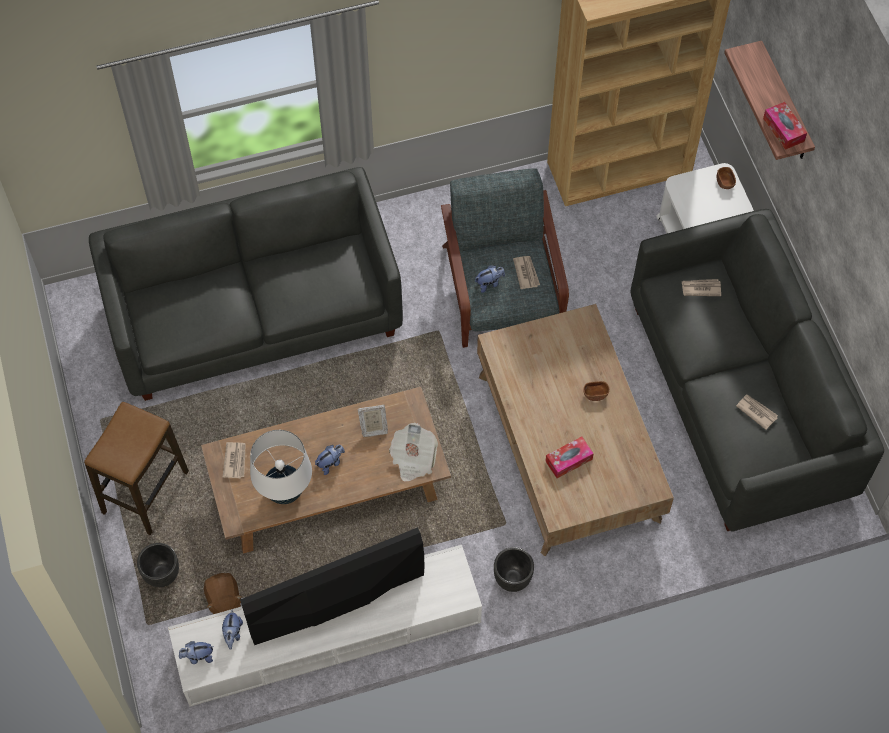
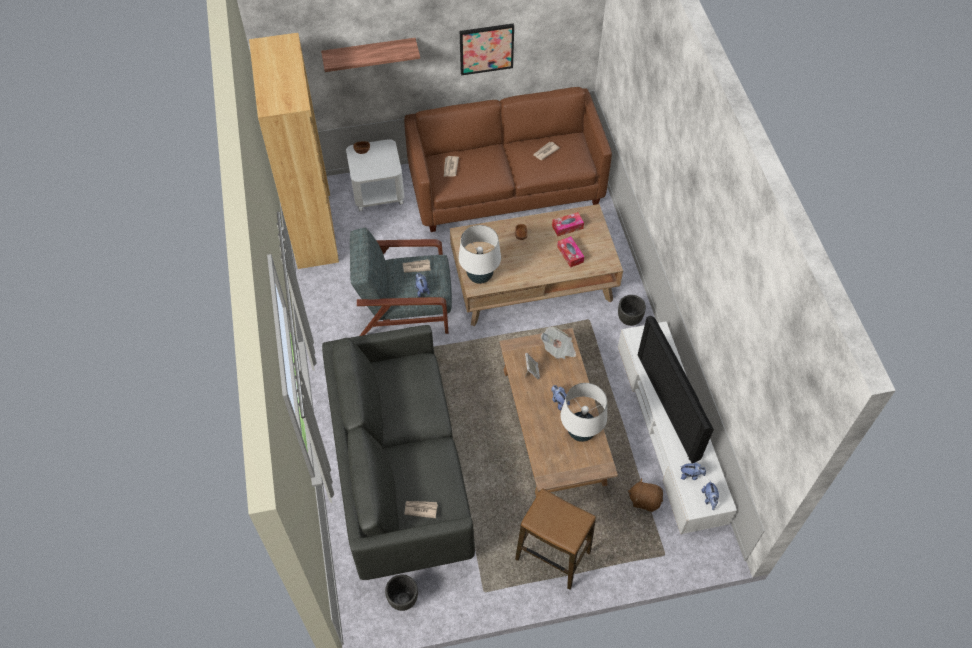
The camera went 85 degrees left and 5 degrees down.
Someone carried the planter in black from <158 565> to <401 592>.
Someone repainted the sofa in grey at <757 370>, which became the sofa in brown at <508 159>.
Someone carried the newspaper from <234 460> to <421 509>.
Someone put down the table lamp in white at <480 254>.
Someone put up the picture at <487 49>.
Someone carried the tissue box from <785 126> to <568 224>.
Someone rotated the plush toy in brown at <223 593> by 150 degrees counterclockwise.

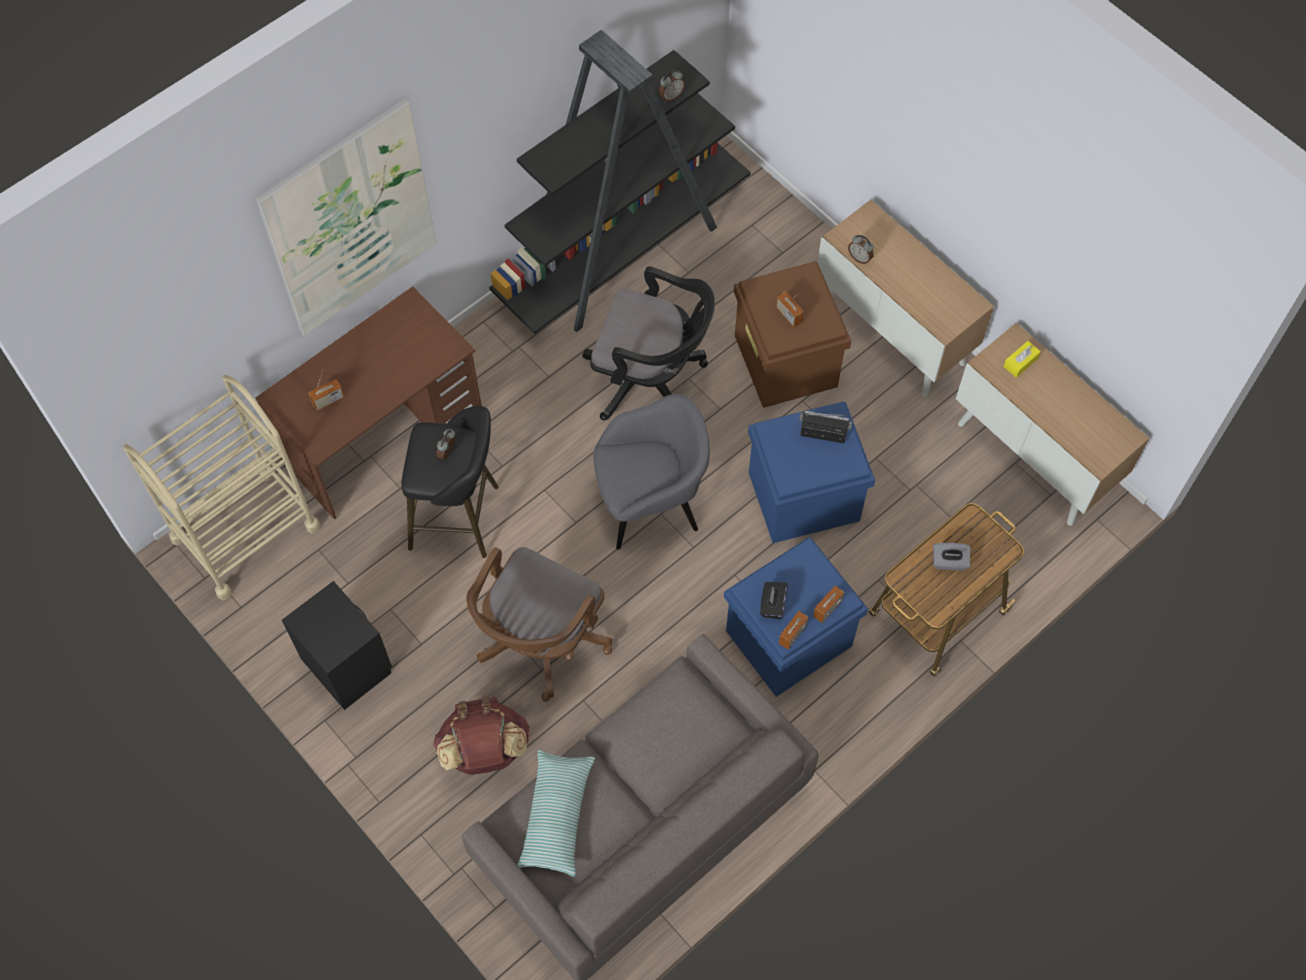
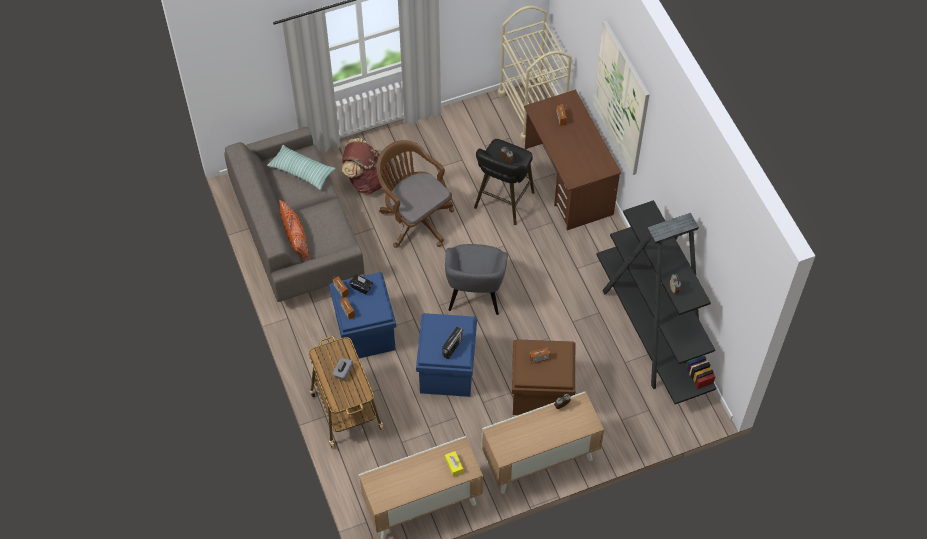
The camera went 110 degrees right and 5 degrees down.
Someone put down the pillow in orange at <294 230>.
Someone took away the nightstand in black at <337 645>.
Someone took away the office chair in black at <648 343>.

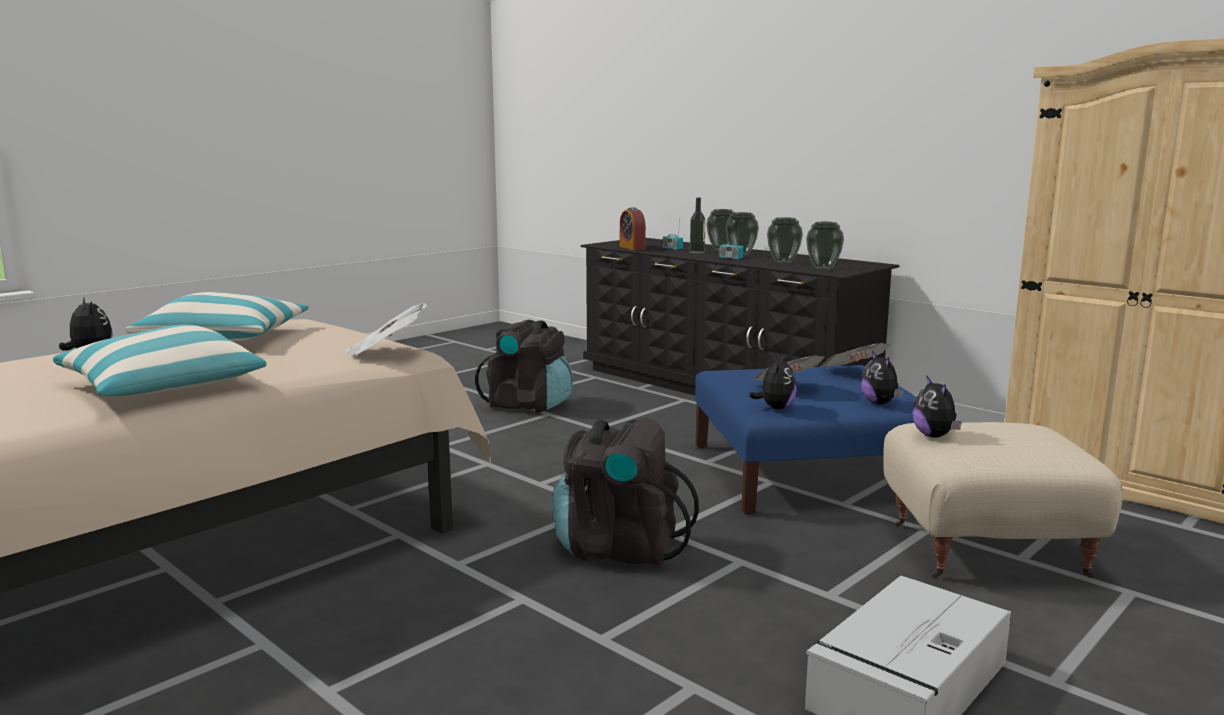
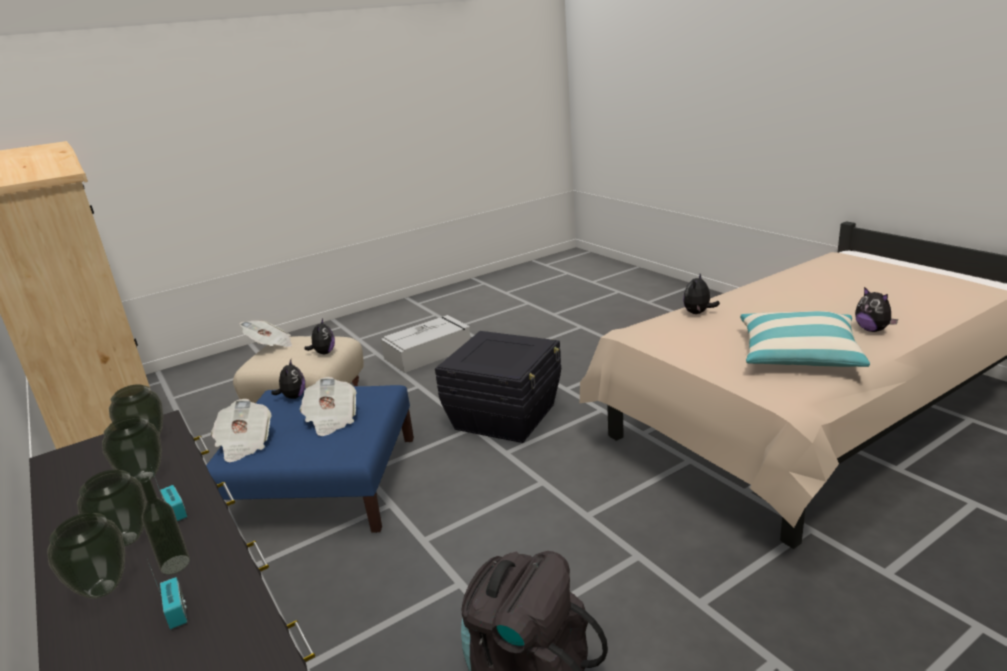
The camera went 165 degrees left and 10 degrees up.
Someone carried the newspaper from <385 329> to <266 333>.
Someone swapped the backpack in black at <625 491> for the storage box in black at <498 387>.
Someone carried the plush toy from <773 382> to <701 294>.
Someone took away the pillow at <160 360>.
Someone took away the alarm clock at <633 228>.

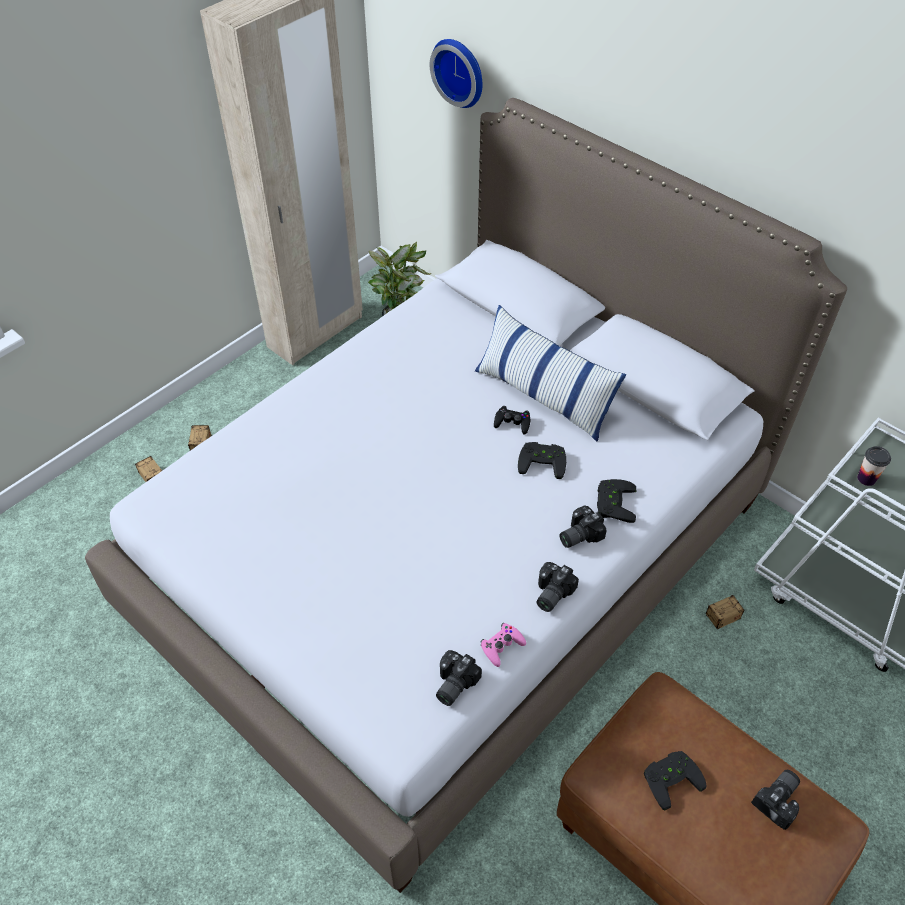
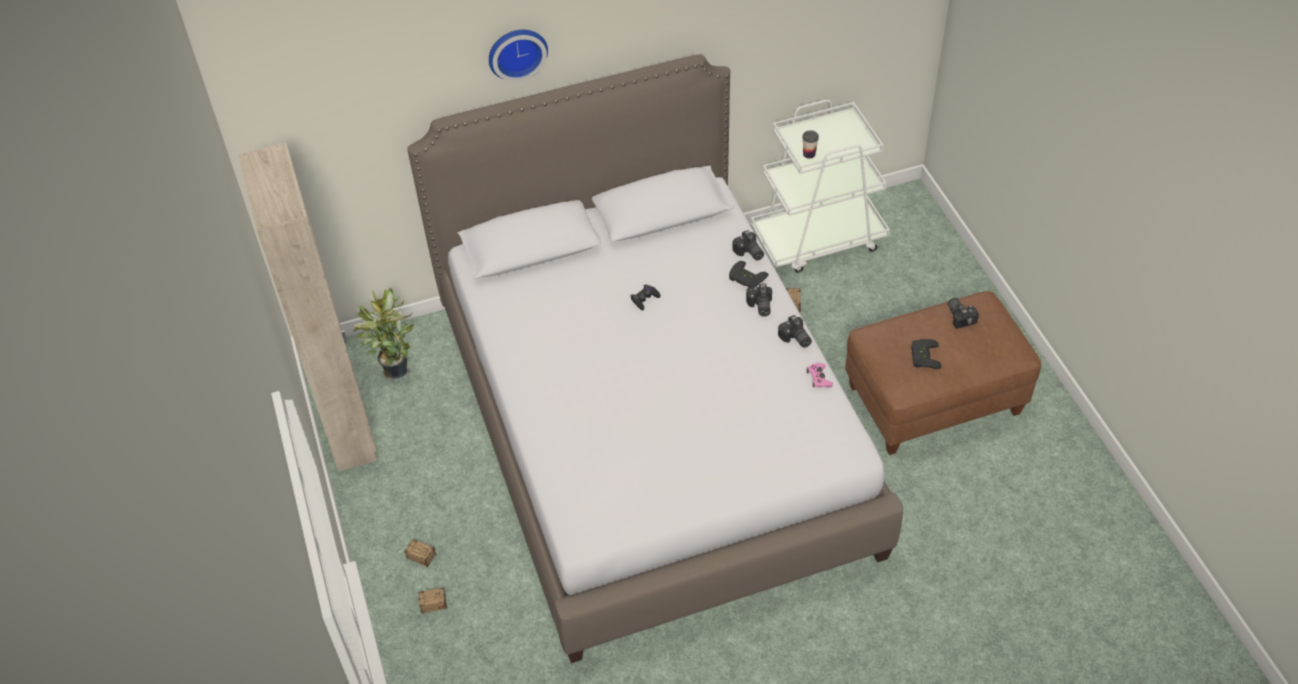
The camera went 60 degrees left and 0 degrees up.
Someone carried the wall clock from <456 73> to <518 55>.
Someone carried the photo camera from <459 678> to <748 245>.
Someone took away the pillow at <550 373>.
Someone took away the game controller in black at <542 460>.

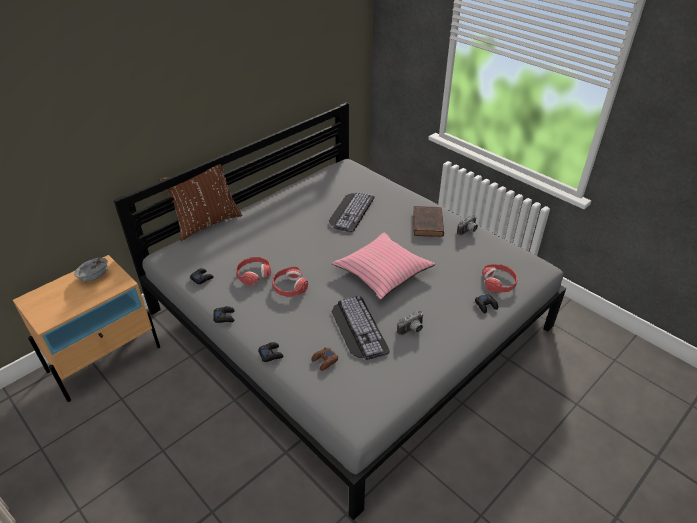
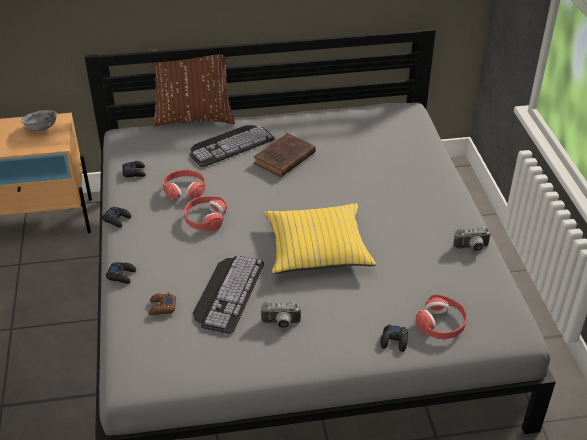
The camera went 35 degrees right and 0 degrees up.
Someone carried the keyboard from <351 212> to <232 146>.
Someone carried the book in brown from <428 221> to <285 155>.
Someone repainted the pillow in pink at <383 266>, which became the pillow in yellow at <320 238>.

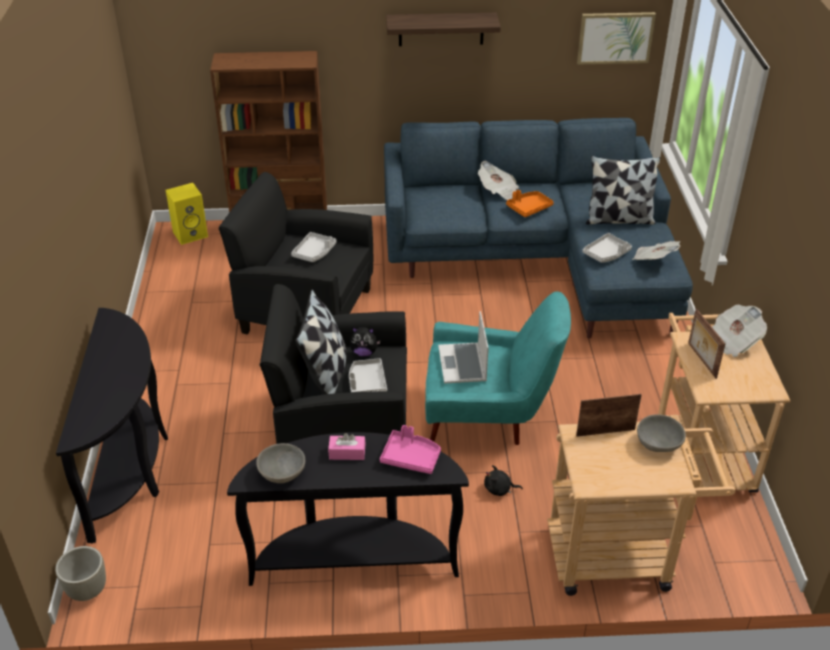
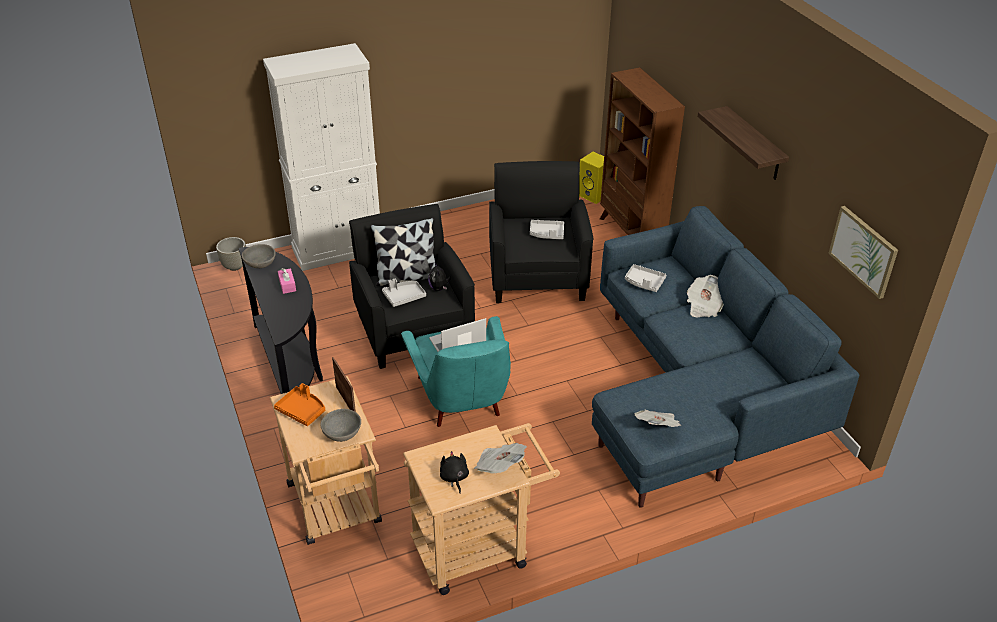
The camera went 70 degrees right and 0 degrees up.
Someone swapped the console table in black at <112 425> for the cabinet in white at <321 157>.
Someone carried the tray in orange from <530 203> to <299 404>.
Someone carried the plush toy in black from <503 480> to <454 472>.
Someone carried the tray in grey from <607 248> to <645 278>.
Someone took away the tray in pink at <410 449>.
Someone took away the pillow at <623 190>.
Someone took away the picture frame at <706 344>.

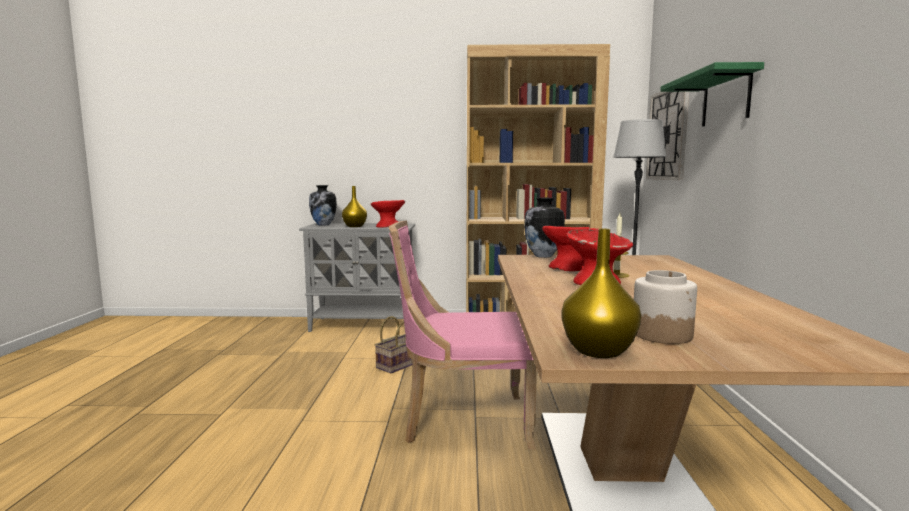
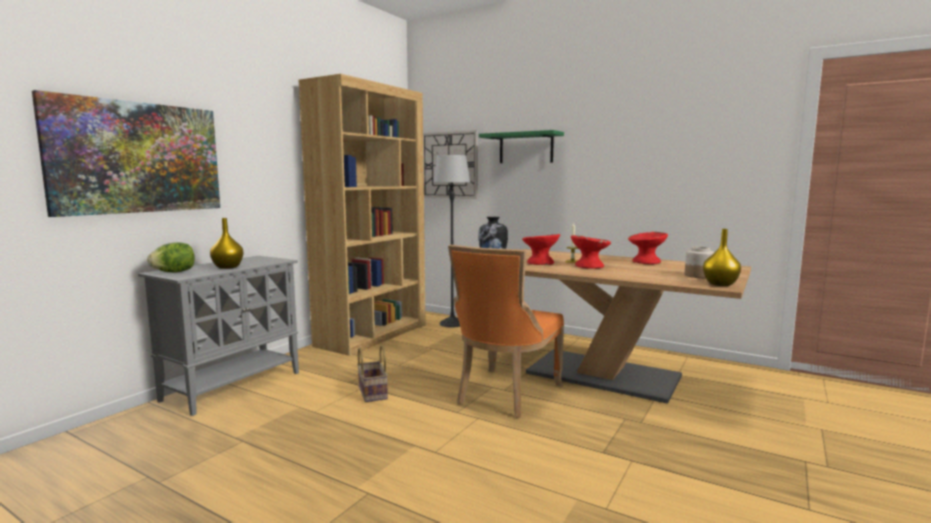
The camera went 60 degrees left and 0 degrees up.
Someone put up the picture at <126 153>.
Someone swapped the vase at <323 205> for the lettuce at <171 257>.
Someone repainted the chair in pink at <463 334>, which became the chair in orange at <506 331>.
Someone carried the bowl in red from <388 214> to <648 248>.

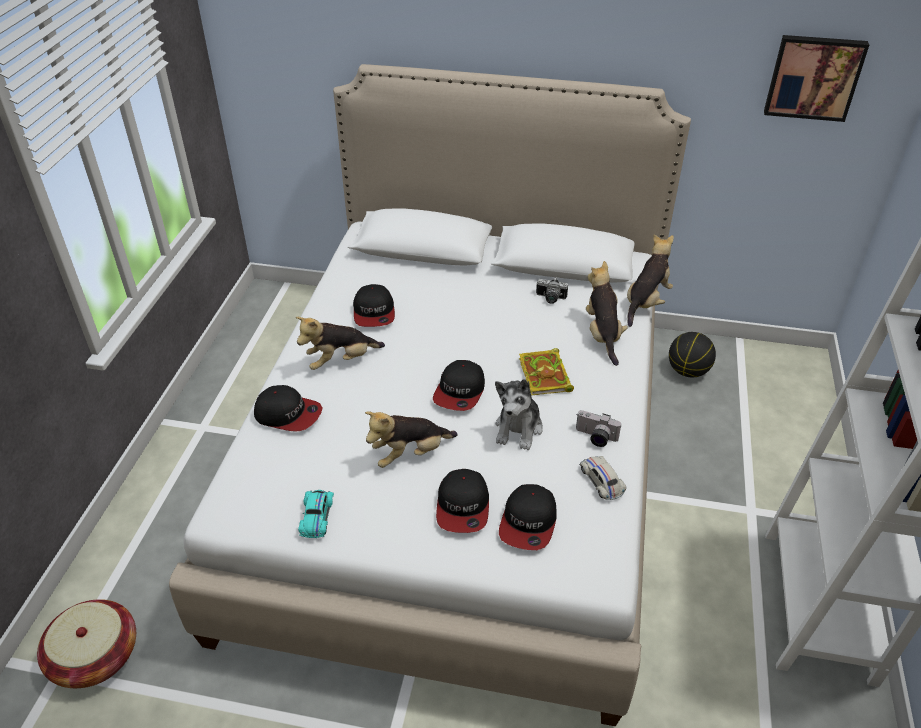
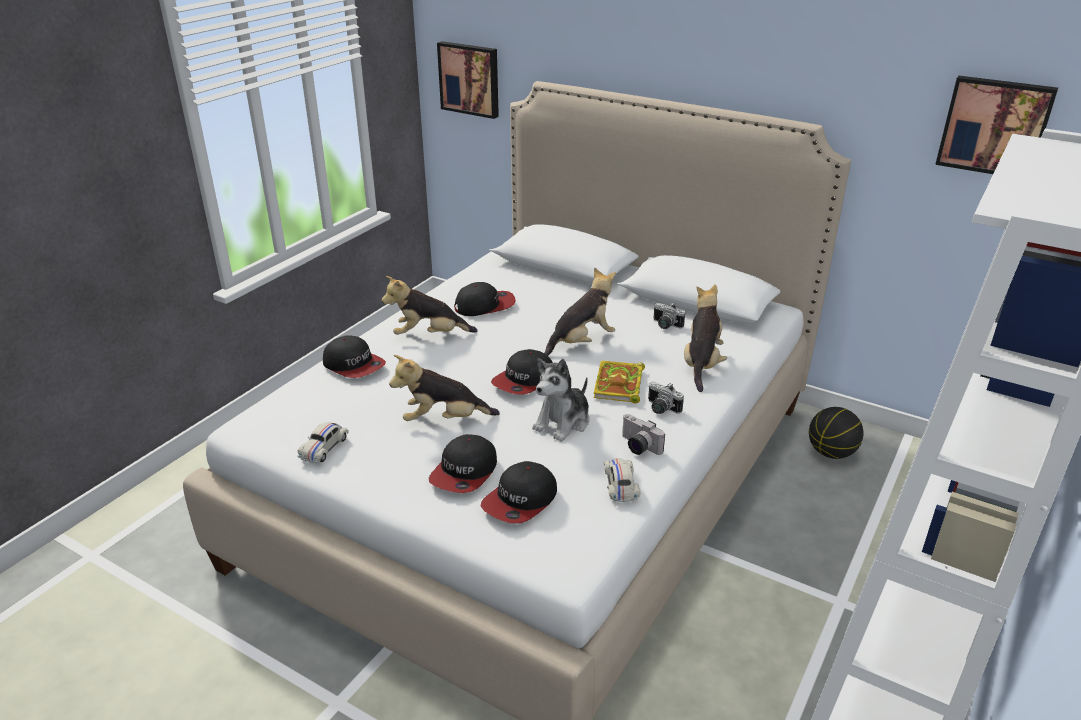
The camera went 20 degrees right and 10 degrees down.
Someone repainted the toy car in turquoise at <316 514>, which became the toy car in white at <323 443>.
Someone put up the picture at <468 80>.
Someone rotated the cap at <374 305> by 120 degrees counterclockwise.
Someone carried the plush toy from <650 281> to <580 311>.
Someone put down the photo camera at <666 398>.
Someone took away the basket at <86 643>.

